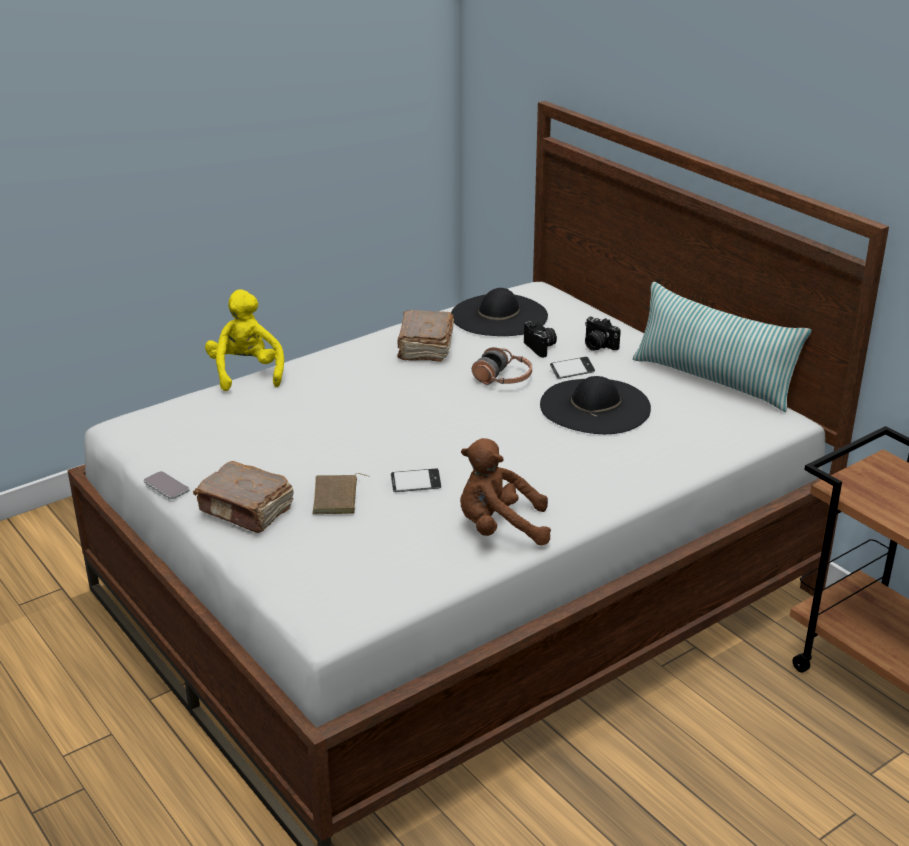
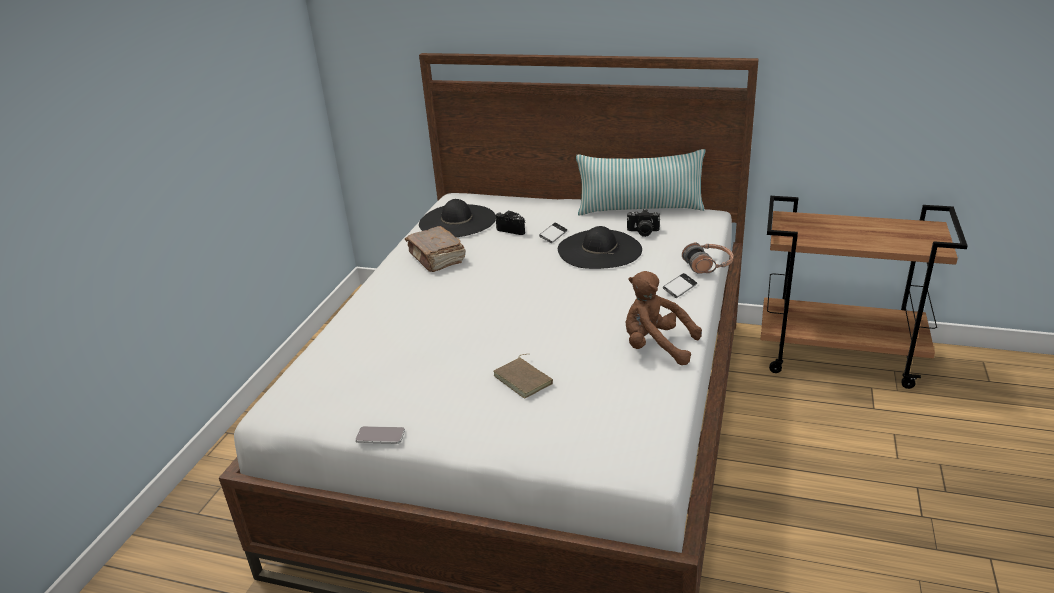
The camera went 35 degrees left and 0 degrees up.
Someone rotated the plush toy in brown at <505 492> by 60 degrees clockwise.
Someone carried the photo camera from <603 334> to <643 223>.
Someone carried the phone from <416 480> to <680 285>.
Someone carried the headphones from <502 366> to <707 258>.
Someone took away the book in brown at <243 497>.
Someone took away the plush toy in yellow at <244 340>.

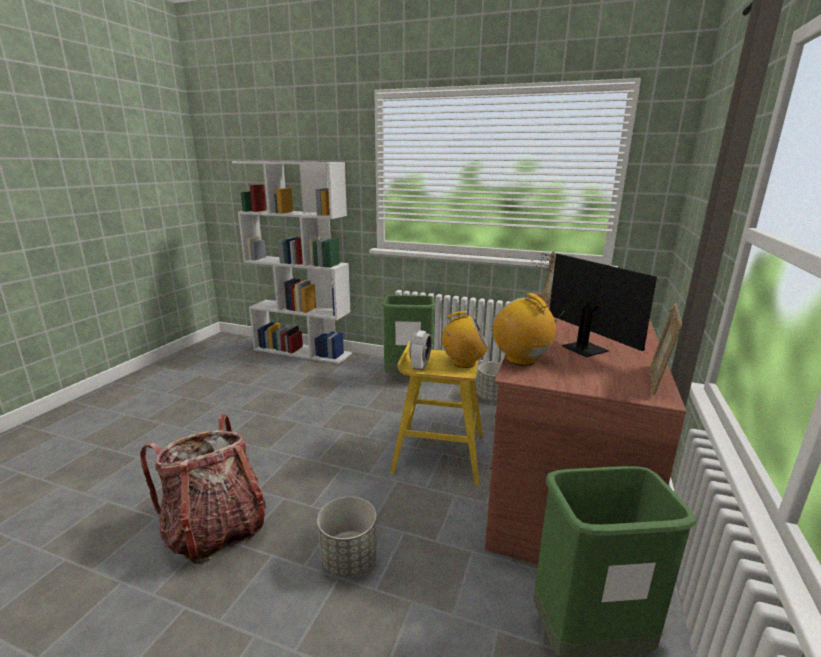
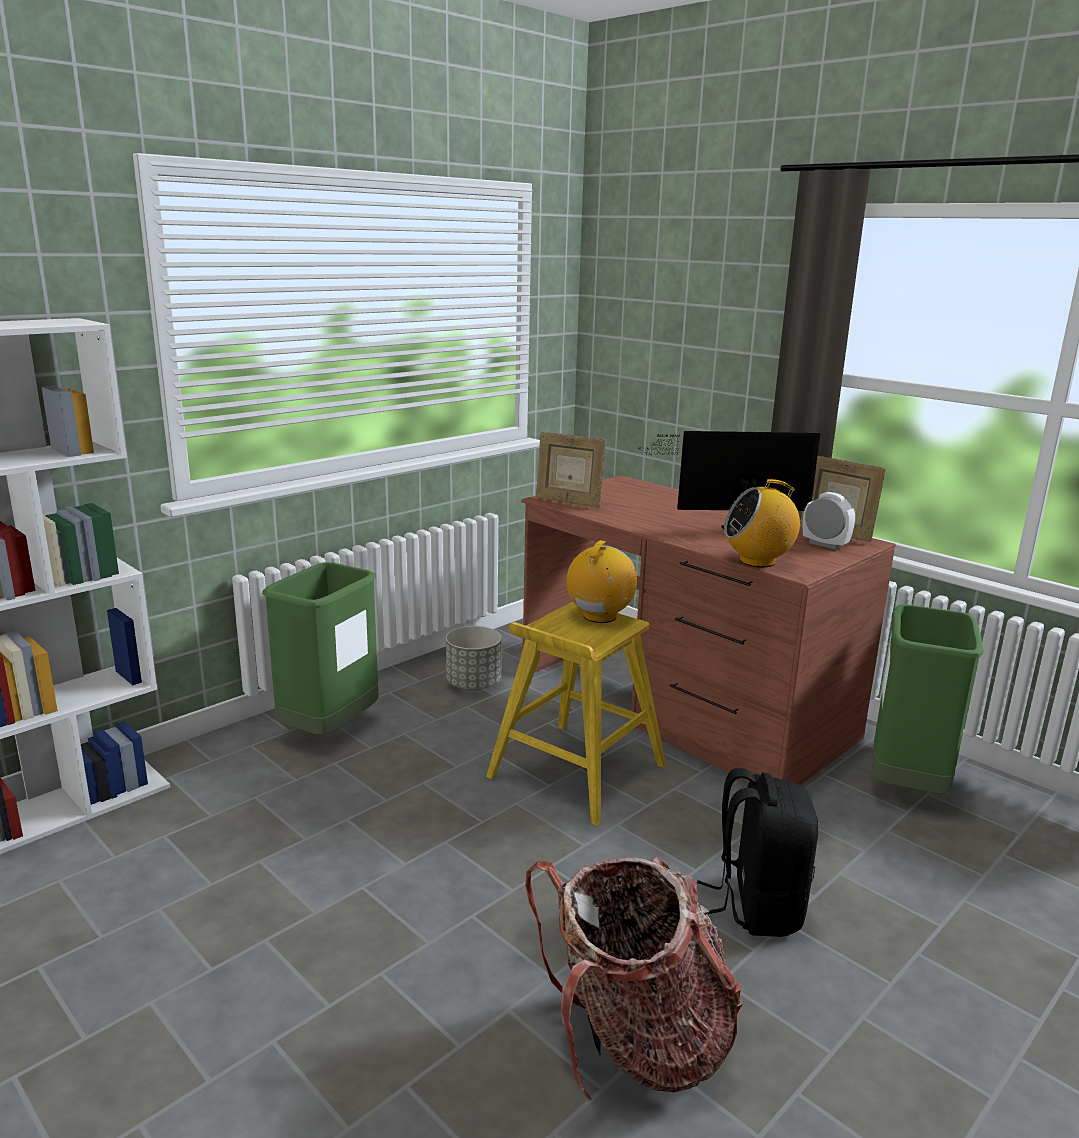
The camera went 65 degrees left and 0 degrees up.
Someone swapped the planter in grey at <347 536> for the backpack in black at <758 852>.
Someone carried the alarm clock from <420 350> to <829 521>.

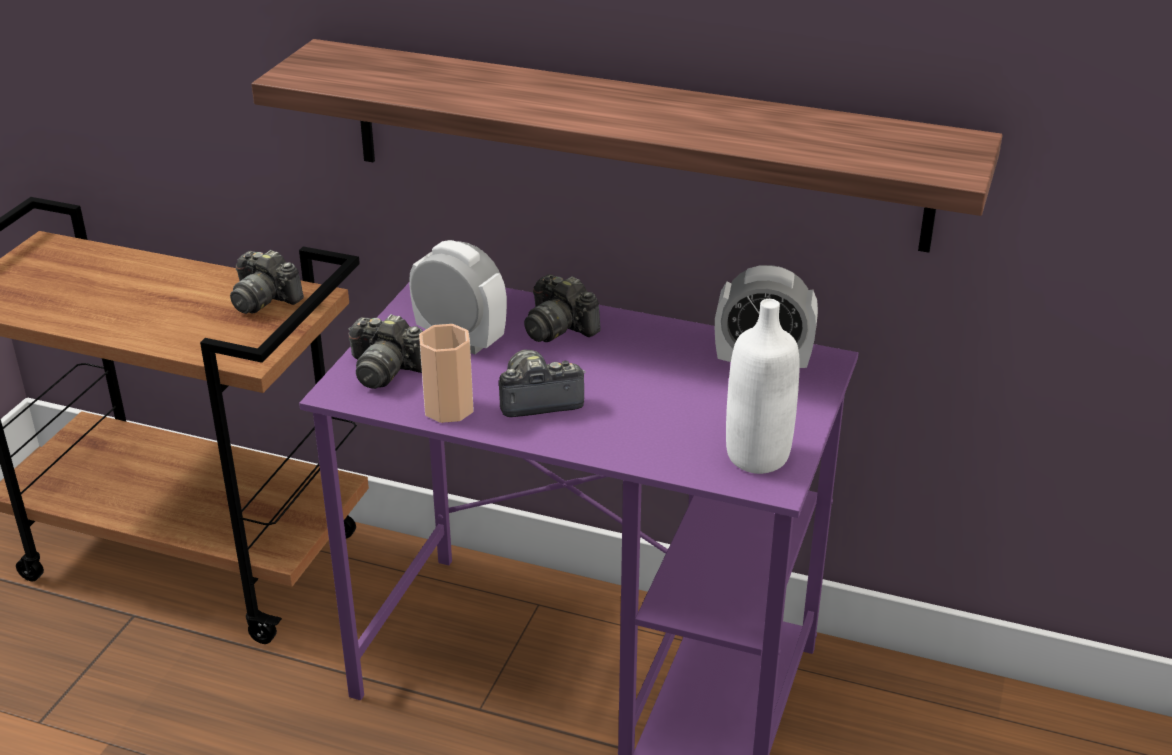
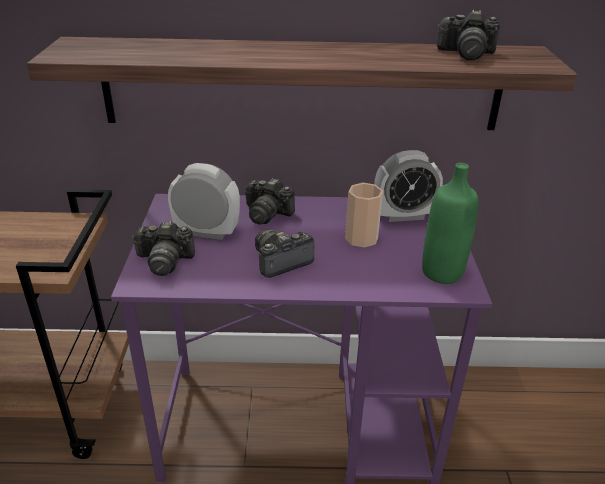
The camera went 20 degrees left and 0 degrees up.
Someone carried the cup from <446 373> to <364 215>.
Someone repainted the bottle in white at <763 386>, which became the bottle in green at <450 223>.
Someone carried the photo camera from <267 282> to <468 35>.

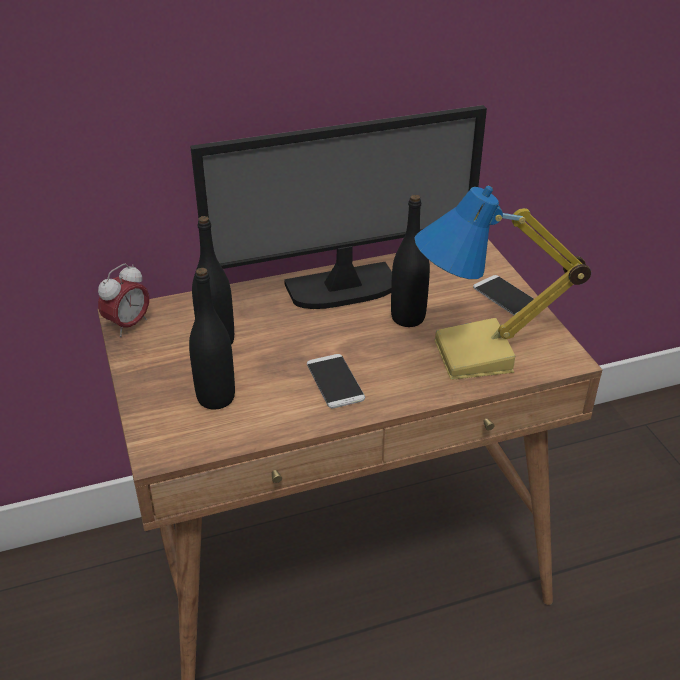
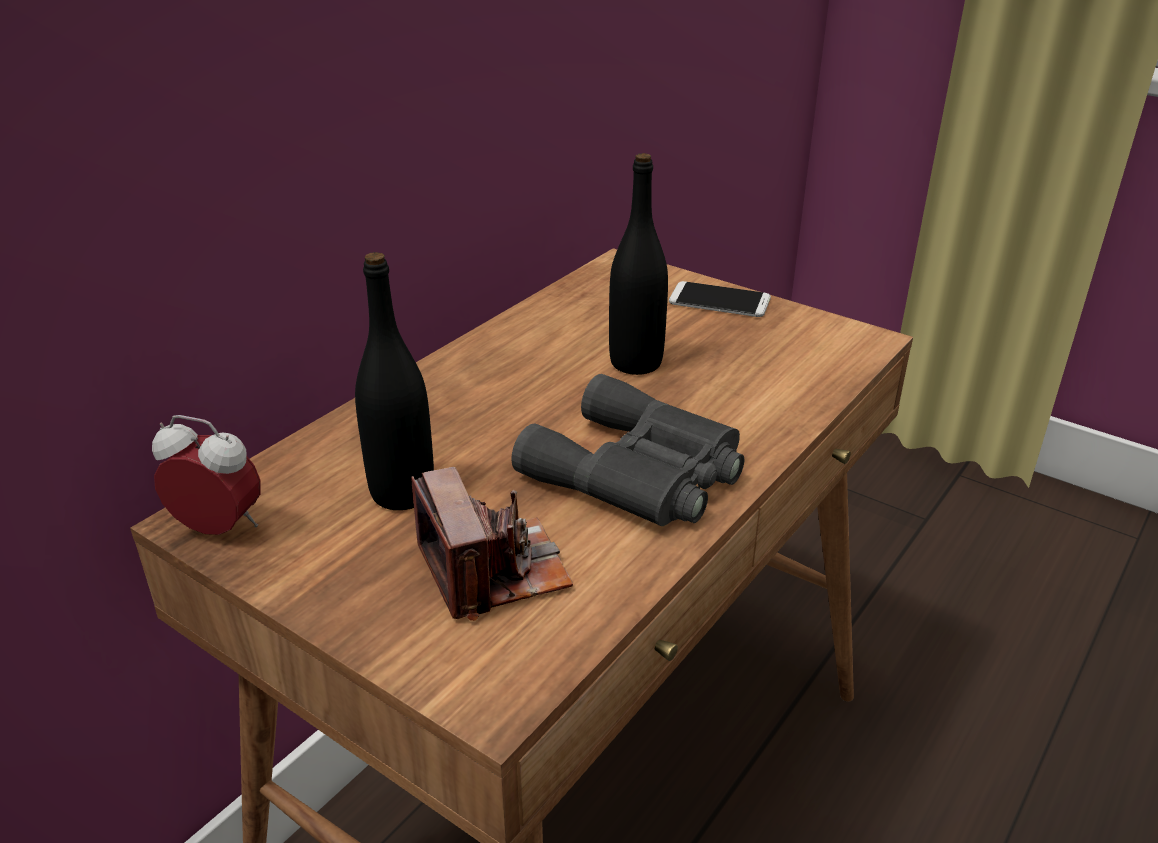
The camera went 35 degrees left and 5 degrees down.
Someone rotated the alarm clock at <123 300> by 75 degrees counterclockwise.
Someone swapped the bottle in black at <212 338> for the photo camera at <492 544>.
Someone swapped the phone at <336 381> for the binoculars in grey at <627 450>.
Someone took away the monitor at <338 207>.
Someone took away the table lamp at <503 283>.

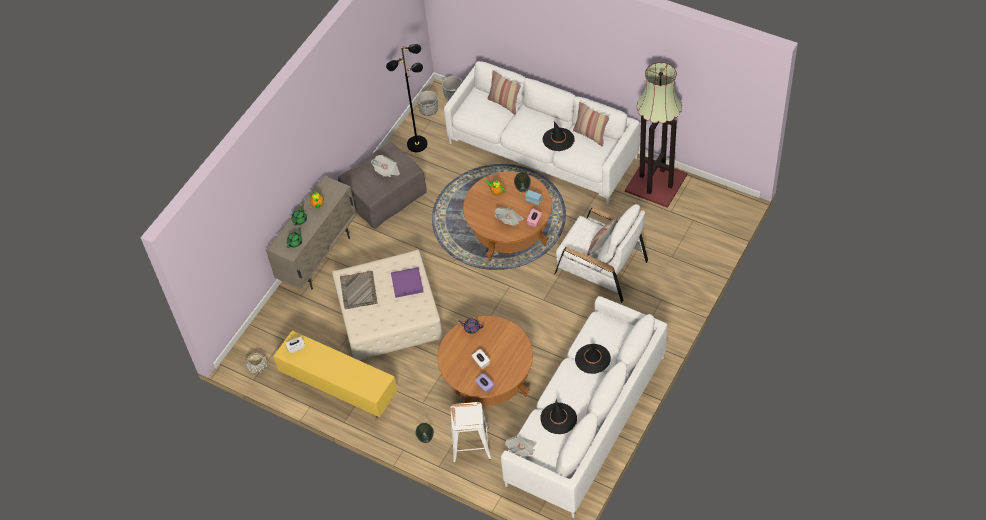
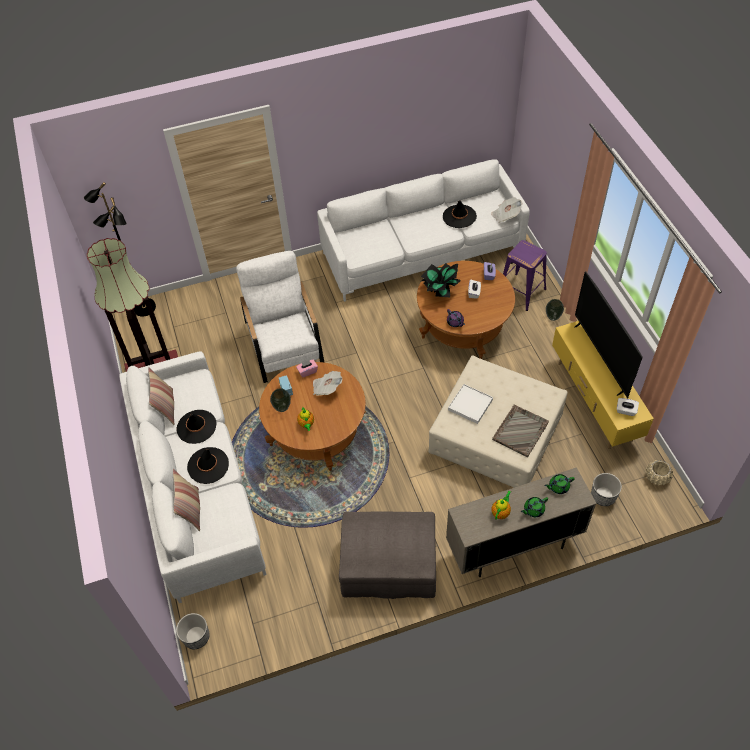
The camera went 140 degrees left and 0 degrees up.
Someone carried the floor lamp in black from <406 98> to <120 249>.
Someone carried the hat in black from <593 359> to <208 465>.
Someone put down the potted plant at <441 280>.
Someone repainted the tray in purple at <407 282>, which became the tray in white at <470 404>.
Someone repainted the stool in white at <471 432>, which became the stool in purple at <525 275>.
Someone put down the television at <608 335>.
Someone carried the planter from <427 103> to <606 489>.
Someone took away the newspaper at <385 166>.
Someone took away the pillow at <602 236>.

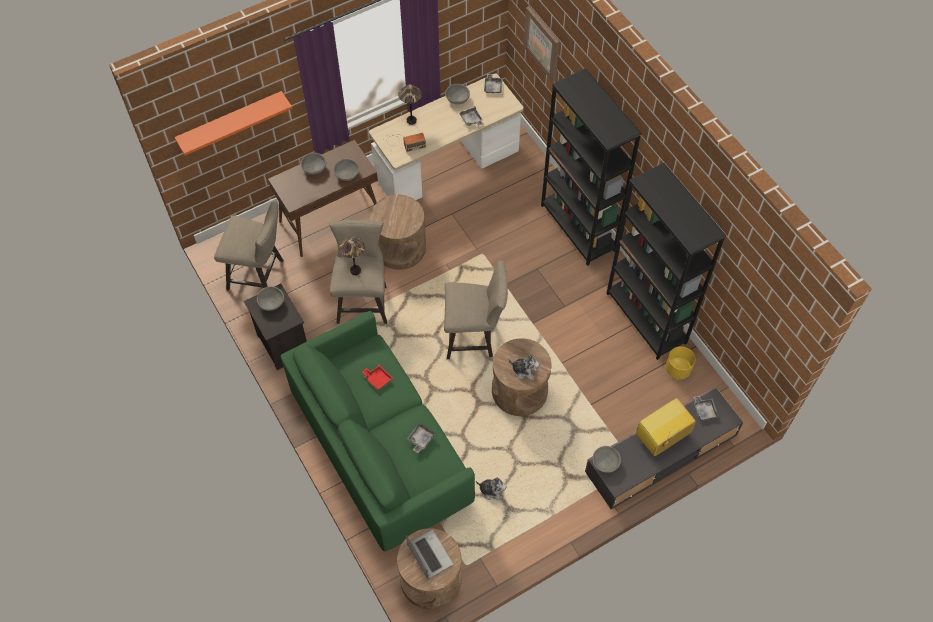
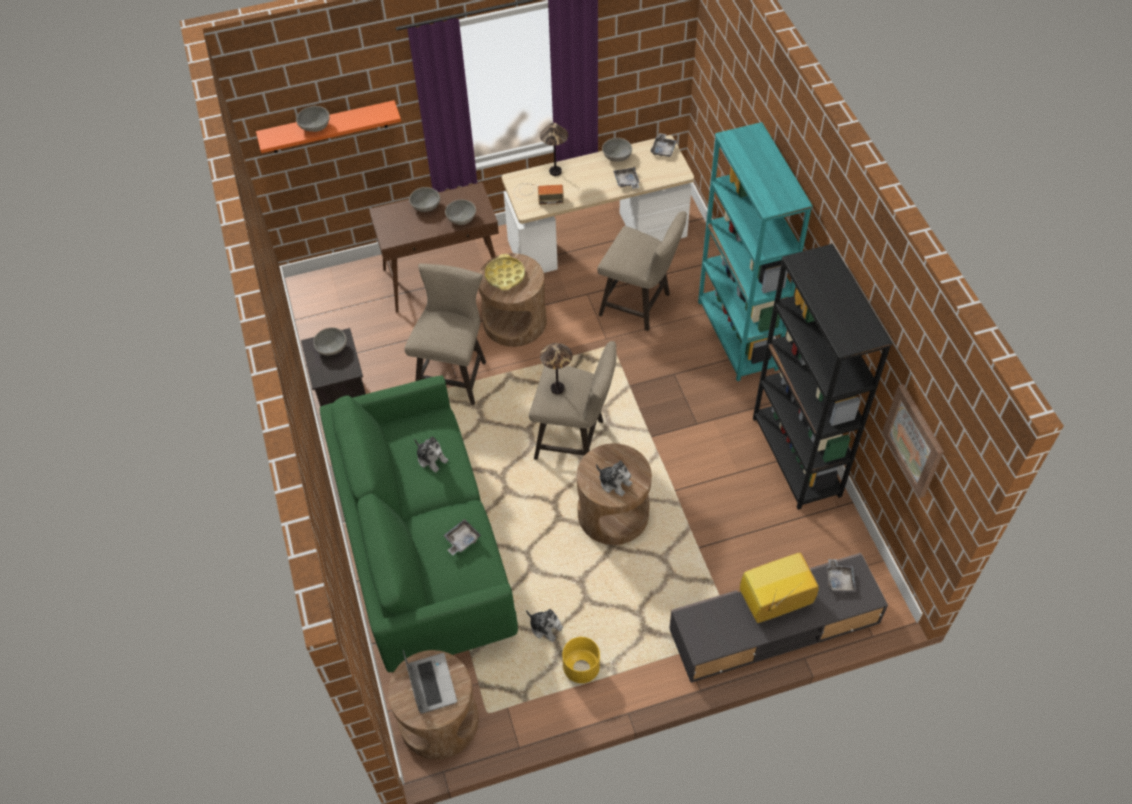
The camera went 15 degrees right and 5 degrees down.
Someone carried the bowl in grey from <607 459> to <313 119>.
Someone swapped the tray in red at <377 377> for the plush toy at <431 454>.
Someone put down the tray in yellow at <505 272>.
Someone carried the table lamp from <352 256> to <556 368>.
Someone carried the planter in yellow from <680 363> to <581 660>.
Someone carried the stool in beige from <248 246> to <642 271>.
Someone repainted the bookcase in black at <591 167>, which became the bookcase in turquoise at <755 251>.
Someone carried the picture from <541 44> to <913 441>.

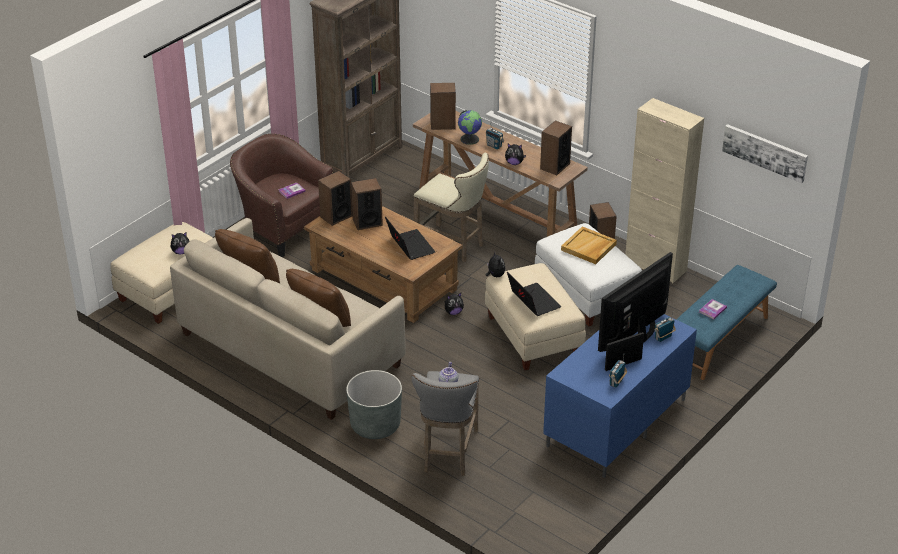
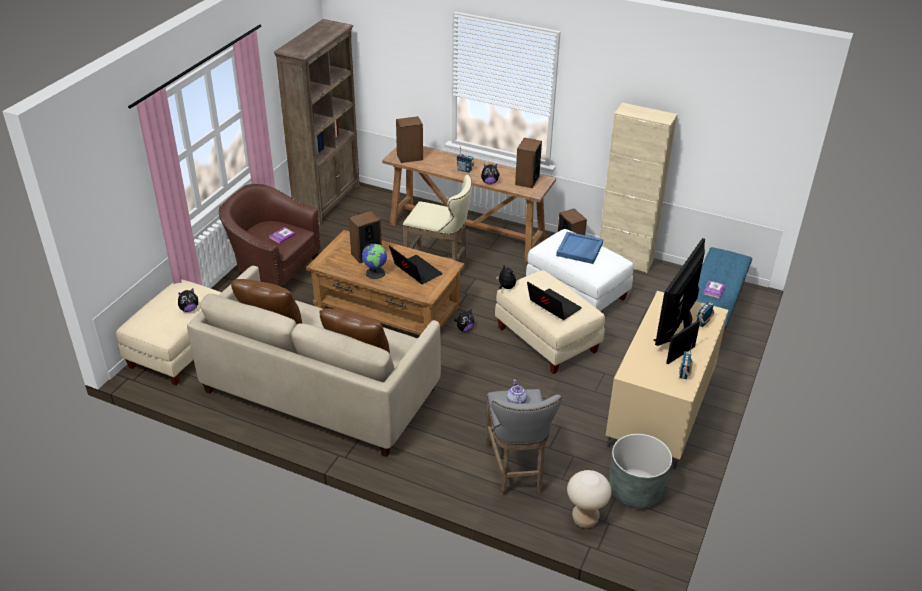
The camera went 15 degrees left and 0 degrees up.
Someone carried the globe from <470 127> to <374 261>.
Someone repainted the tray in beige at <589 245>, which became the tray in blue at <579 248>.
Someone put down the stool in beige at <589 499>.
Someone repainted the tv stand in blue at <620 396>, which became the tv stand in beige at <667 380>.
Someone carried the planter in grey from <374 404> to <641 471>.
Someone took away the speaker at <335 198>.
Someone took away the picture at <765 153>.

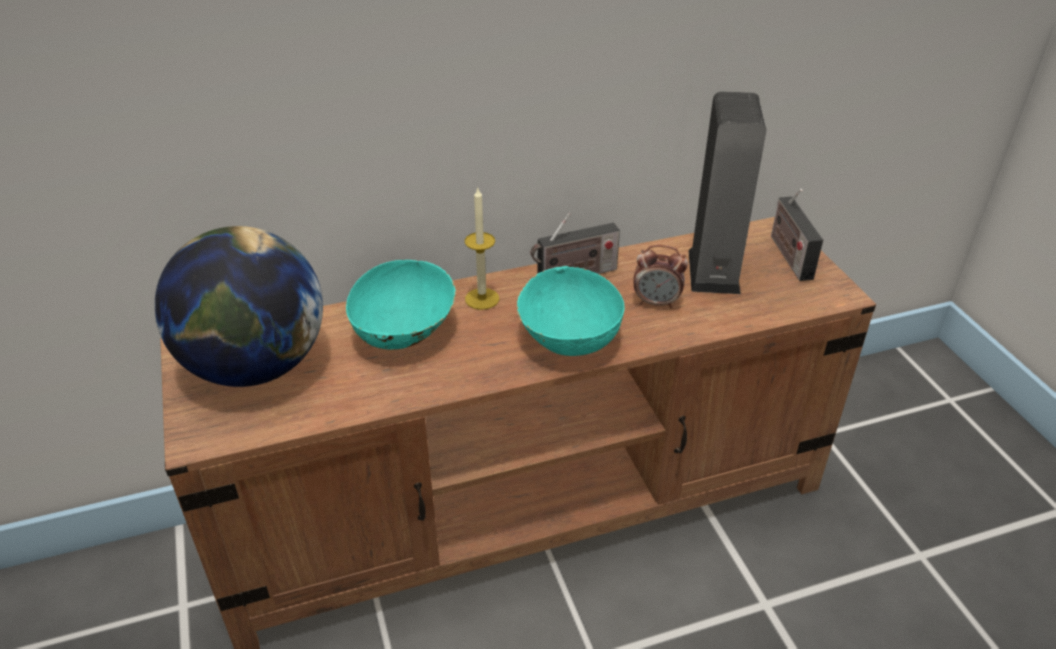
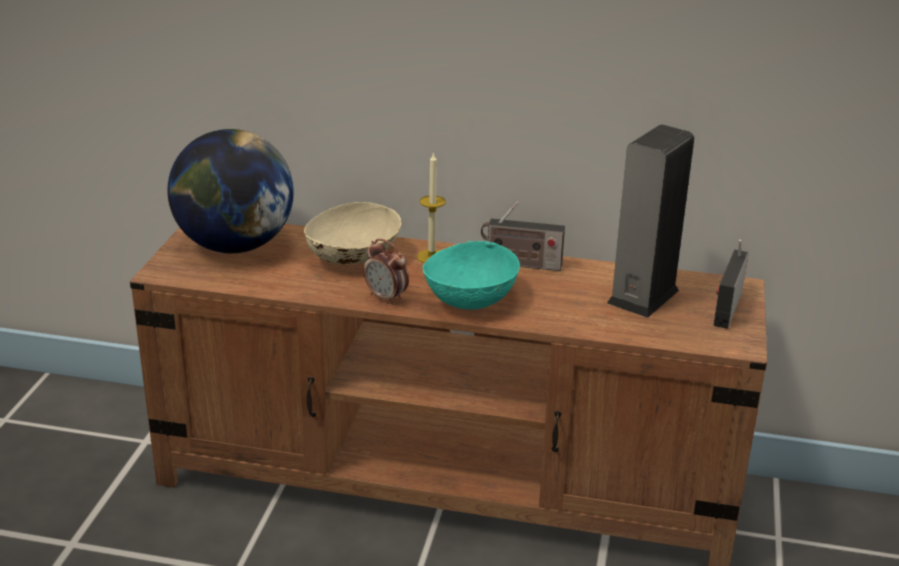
The camera went 30 degrees right and 10 degrees down.
Someone repainted the bowl in turquoise at <401 305>, which became the bowl in beige at <353 233>.
Someone carried the alarm clock from <660 276> to <386 272>.

